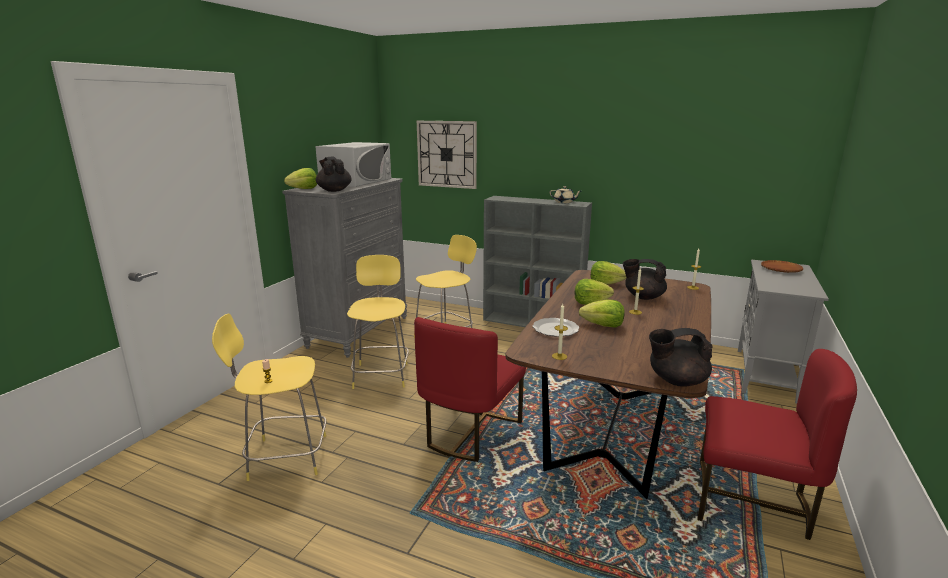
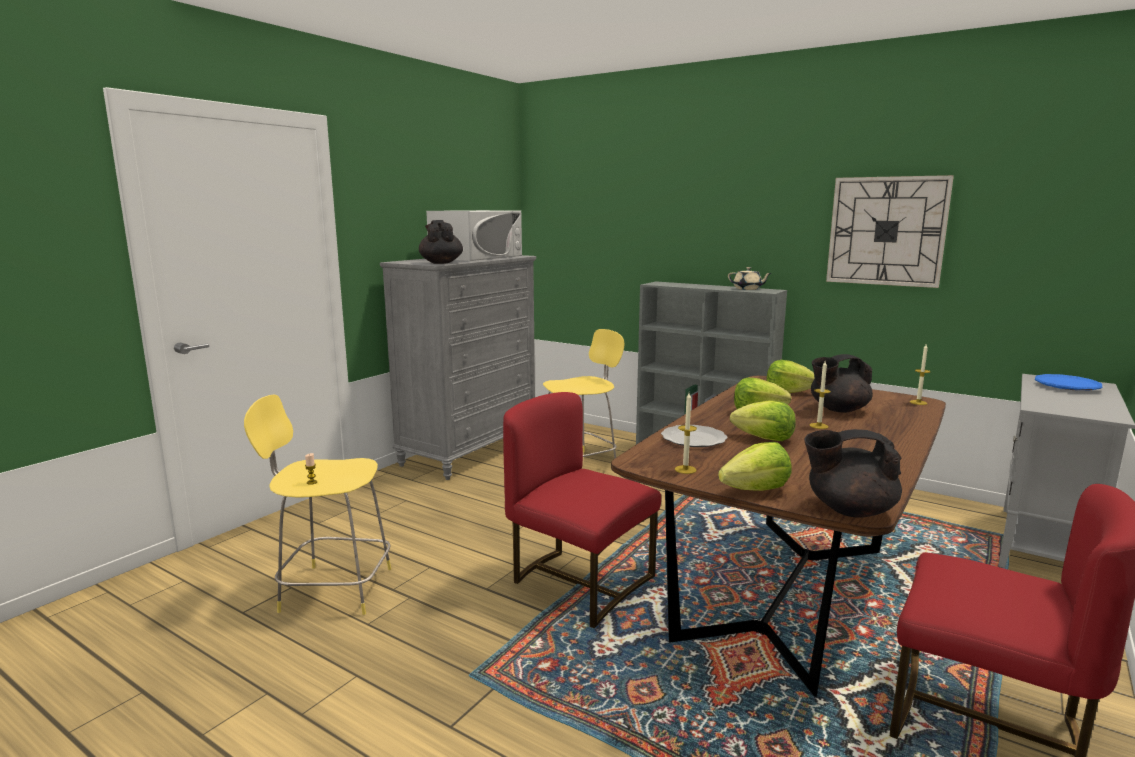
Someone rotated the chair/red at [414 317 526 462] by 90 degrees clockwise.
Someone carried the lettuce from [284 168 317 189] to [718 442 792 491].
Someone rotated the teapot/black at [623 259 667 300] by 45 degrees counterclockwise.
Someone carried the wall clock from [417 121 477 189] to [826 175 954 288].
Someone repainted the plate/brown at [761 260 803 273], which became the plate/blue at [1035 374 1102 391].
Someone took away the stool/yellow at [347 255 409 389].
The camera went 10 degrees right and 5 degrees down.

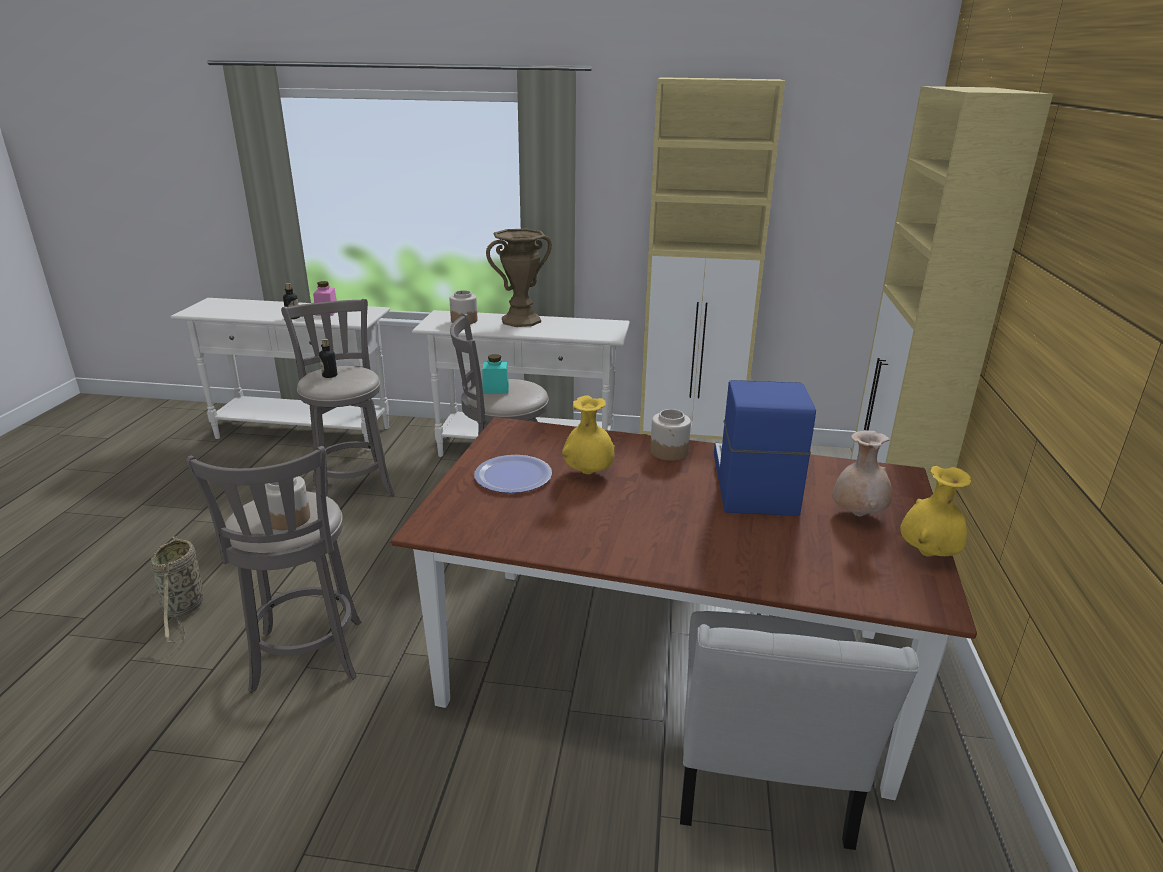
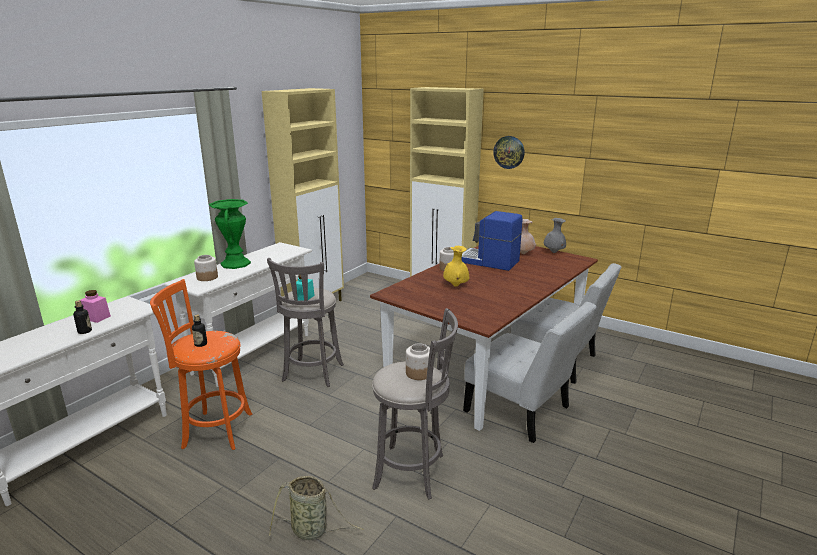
Someone repainted the stool/grey at [281 299 395 496], which became the stool/orange at [150 279 252 450].
Someone repainted the vase/brown at [486 229 552 327], which became the vase/green at [209 199 251 269].
Someone put down the chair/white at [463 302 597 443].
Someone put up the wall clock at [493 136 525 169].
Someone repainted the vase/yellow at [900 466 971 557], which became the vase/grey at [544 218 566 253].
Someone took away the plate at [474 455 552 493].
The camera went 65 degrees left and 5 degrees down.

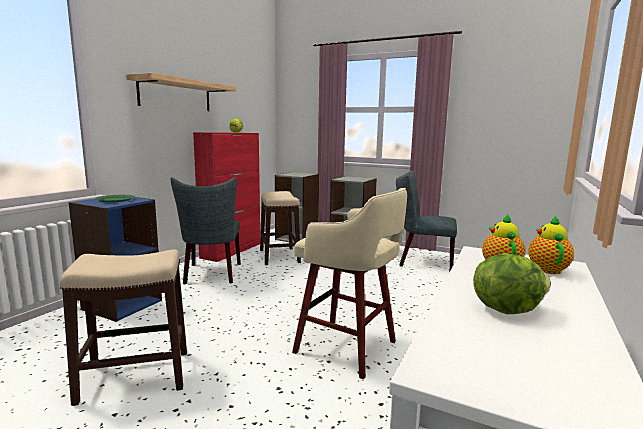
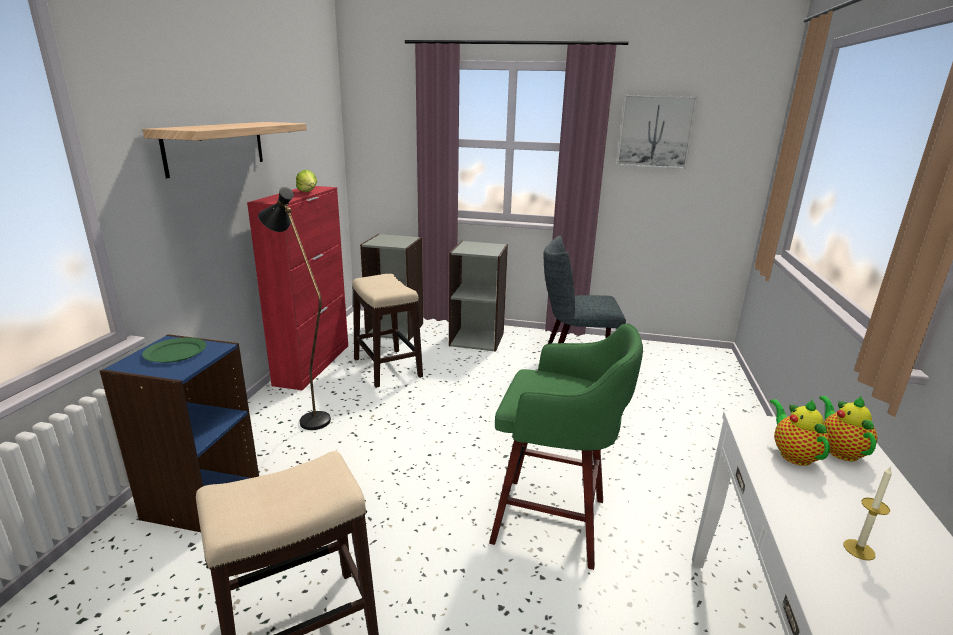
Someone swapped the chair/grey at [171 177 241 285] for the floor lamp/black at [258 187 331 430].
Someone repainted the stool/beige at [292 188 407 379], which became the stool/green at [489 323 643 570].
Someone put up the picture at [617 95 697 169].
Someone swapped the lettuce at [473 253 551 314] for the candle at [843 466 892 561].
The camera went 15 degrees left and 10 degrees up.

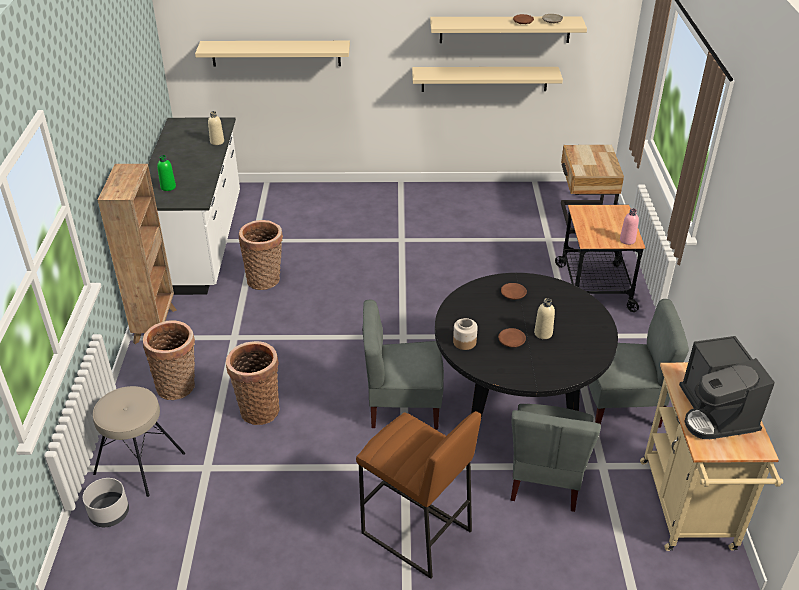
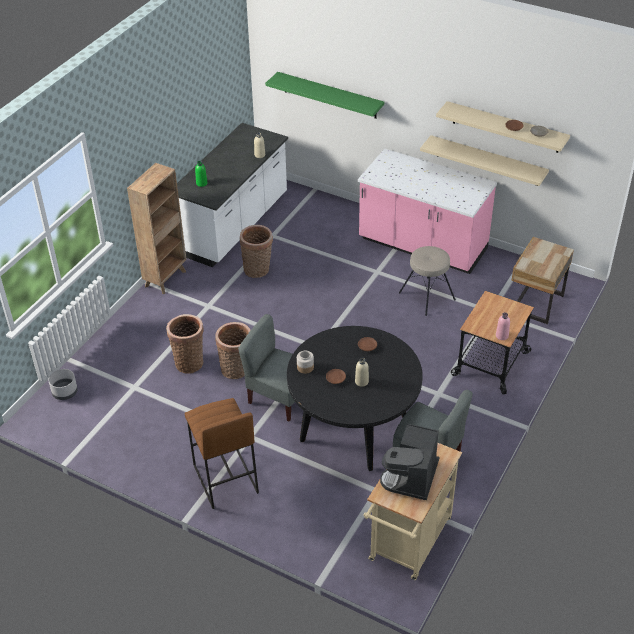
Someone carried the basket from [143 320 195 400] to [215 322 251 379].
Someone repainted the shelf/beige at [195 41 350 67], which became the shelf/green at [265 72 384 119].
Someone put down the counter/pink at [358 149 497 274].
Someone carried the stool/beige from [93 386 185 497] to [399 246 456 316].
Someone took away the chair/grey at [510 404 601 512].
The camera went 30 degrees right and 5 degrees up.

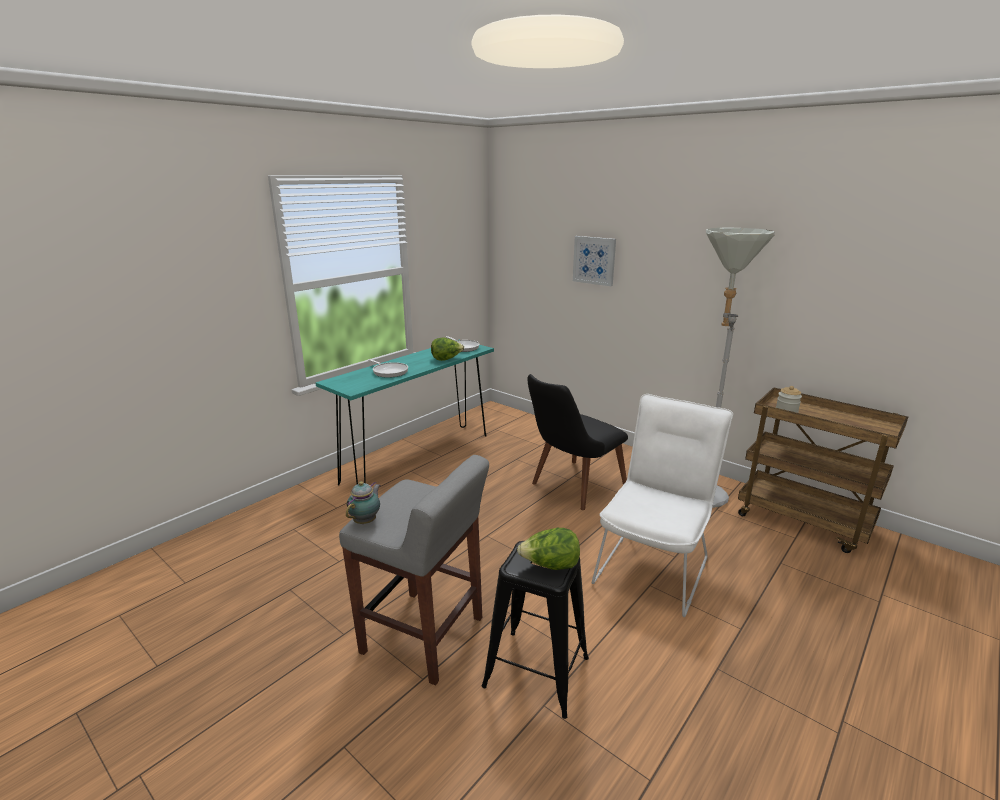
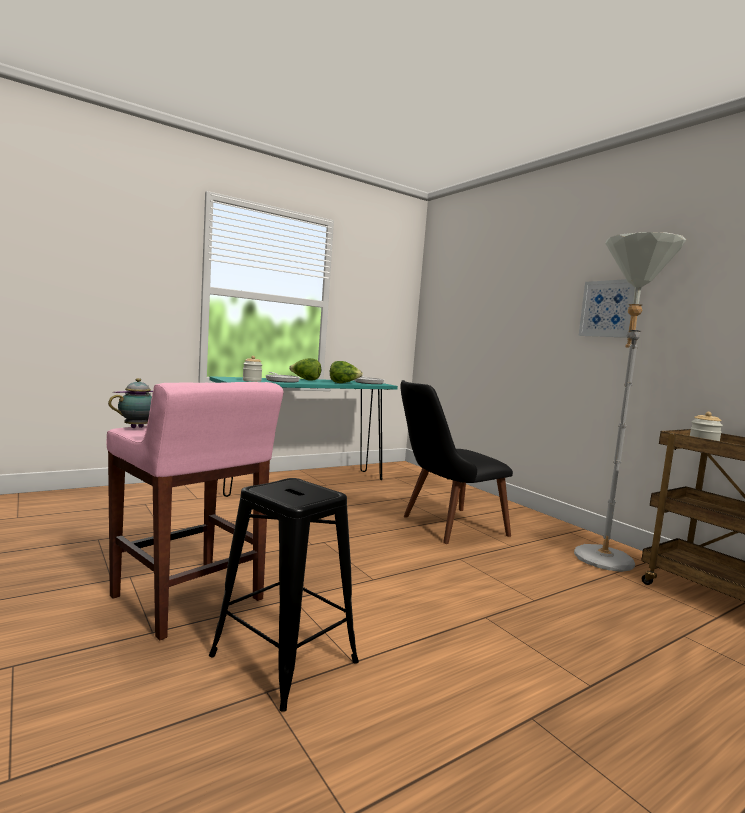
Someone repainted the stool/grey at [339 455 489 686], which became the stool/pink at [107 382 284 640].
Someone put down the jar at [243 356 262 382].
Someone carried the lettuce from [517 528 580 570] to [289 358 321 381].
Someone carried the picture from [573 236 616 286] to [578 279 635 338].
Someone took away the chair/white at [592 394 733 617].
The camera went 15 degrees right and 15 degrees down.

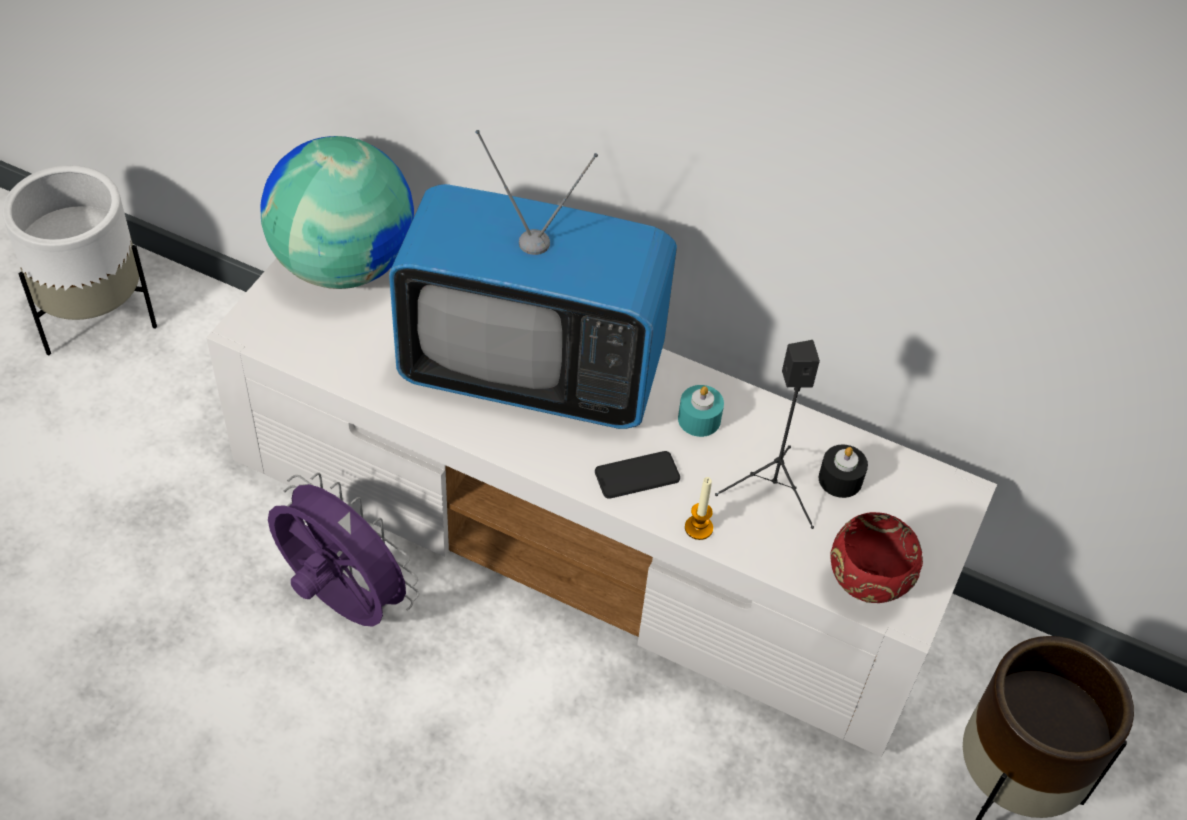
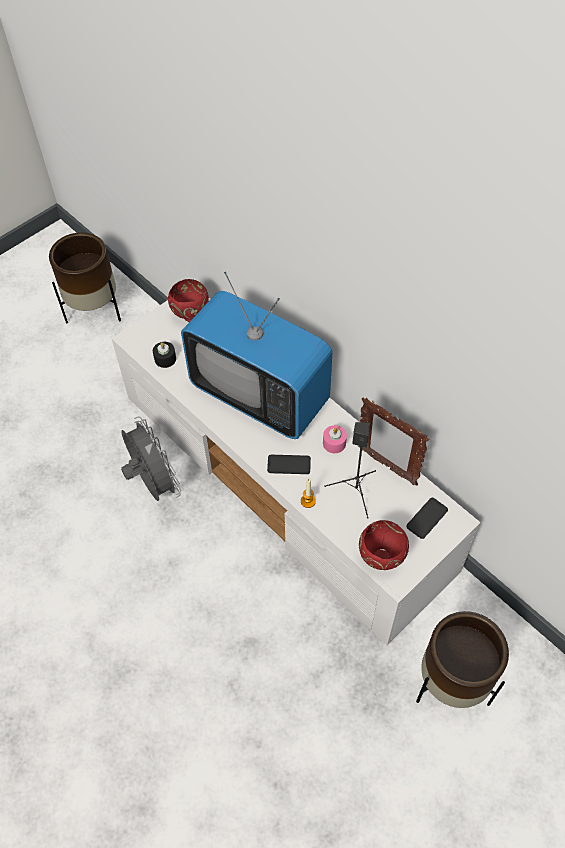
Someone repainted the planter/white at [3 165 157 355], which became the planter/brown at [49 232 121 323].
Someone repainted the fan/purple at [268 473 419 627], which became the fan/grey at [121 417 181 501].
Someone carried the candle/black from [819 445 868 498] to [153 342 176 368].
Someone swapped the globe at [261 136 414 289] for the bowl/red at [168 279 209 322].
Someone repainted the candle/turquoise at [678 385 724 437], which became the candle/pink at [323 425 347 453].
Someone put down the picture frame at [358 398 429 486].
Someone put down the phone at [406 498 448 539].
The camera went 25 degrees right and 5 degrees up.

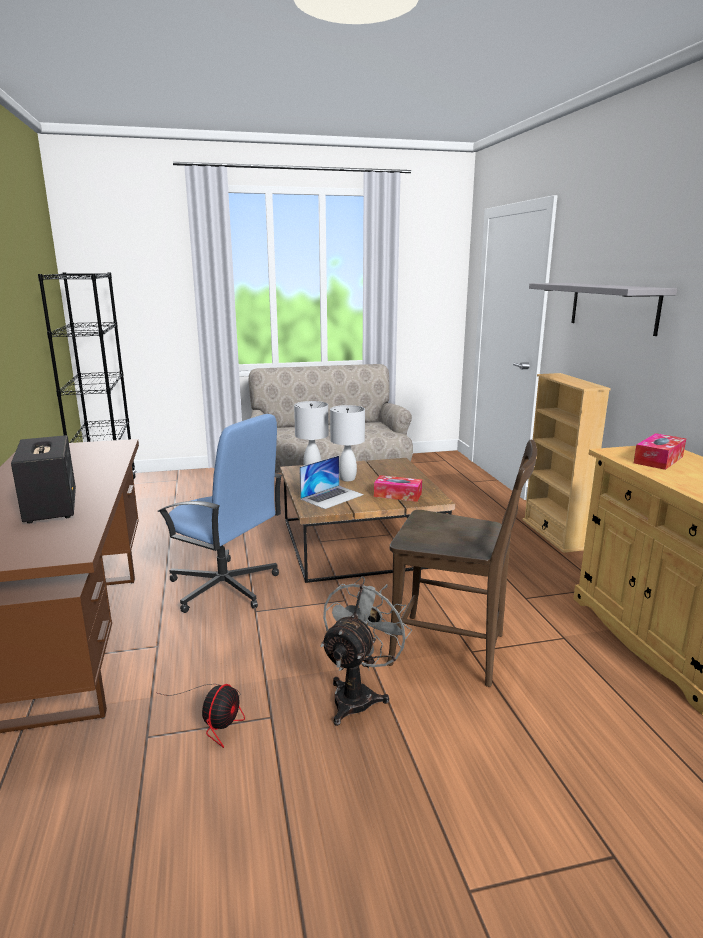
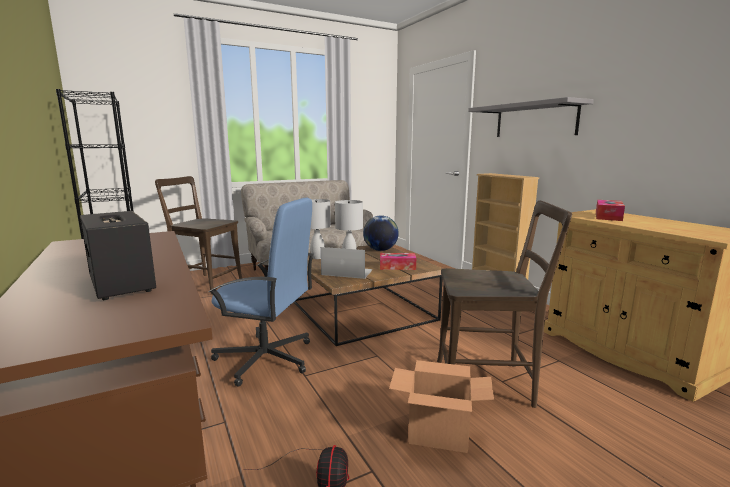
Someone put down the chair/brown at [155 176 242 295].
Someone rotated the laptop at [299 455 364 509] by 105 degrees counterclockwise.
Someone put down the globe at [363 215 399 251].
Someone swapped the fan/grey at [320 576 412 726] for the cardboard box at [389 360 494 453].
The camera went 15 degrees left and 5 degrees down.

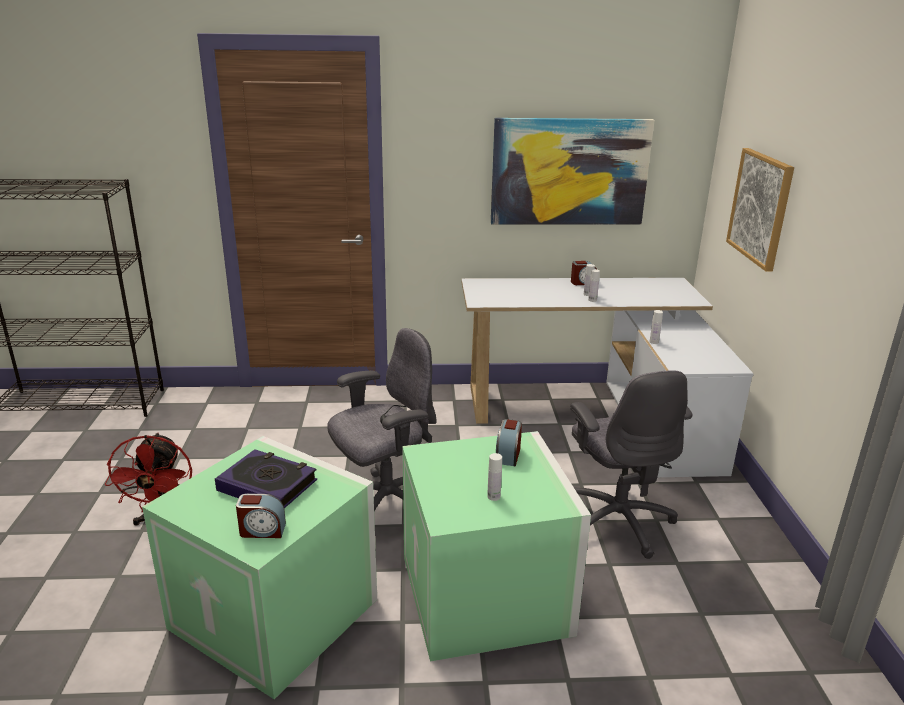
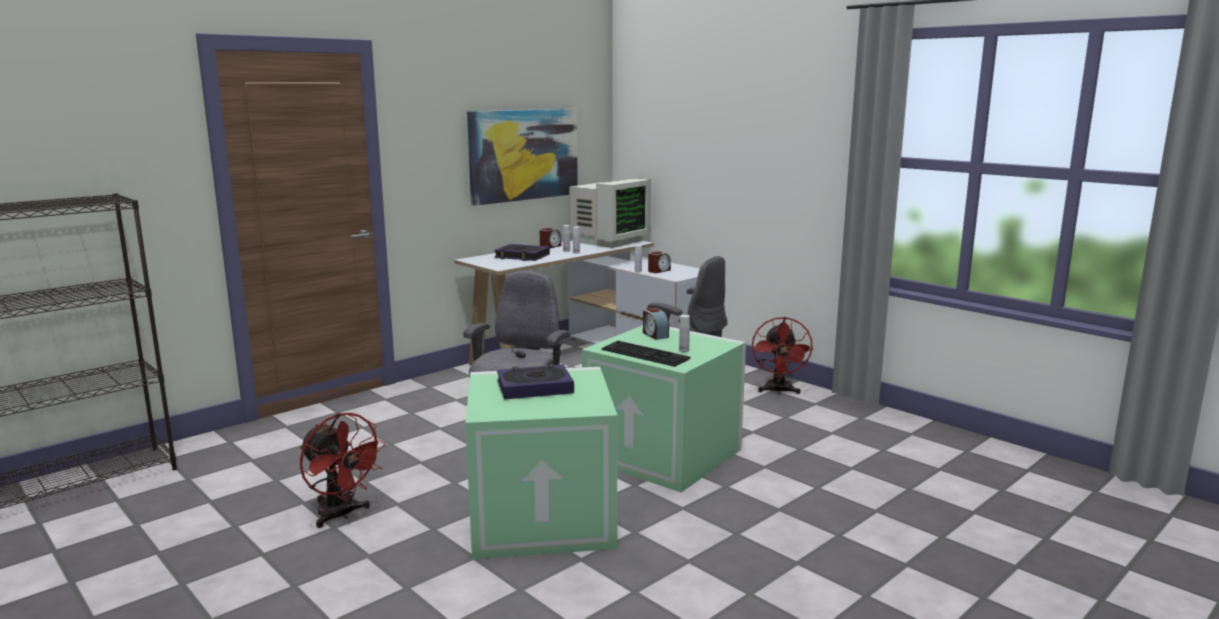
Someone put down the book at [494 244 550 261].
Someone put down the monitor at [569 178 651 248].
Someone put down the keyboard at [601 341 690 367].
Someone carried the alarm clock from [236 494 286 538] to [648 251 671 273].
Someone put down the fan/red at [752 317 813 394].
Someone took away the picture at [726 148 794 272].
The camera went 40 degrees left and 10 degrees down.

